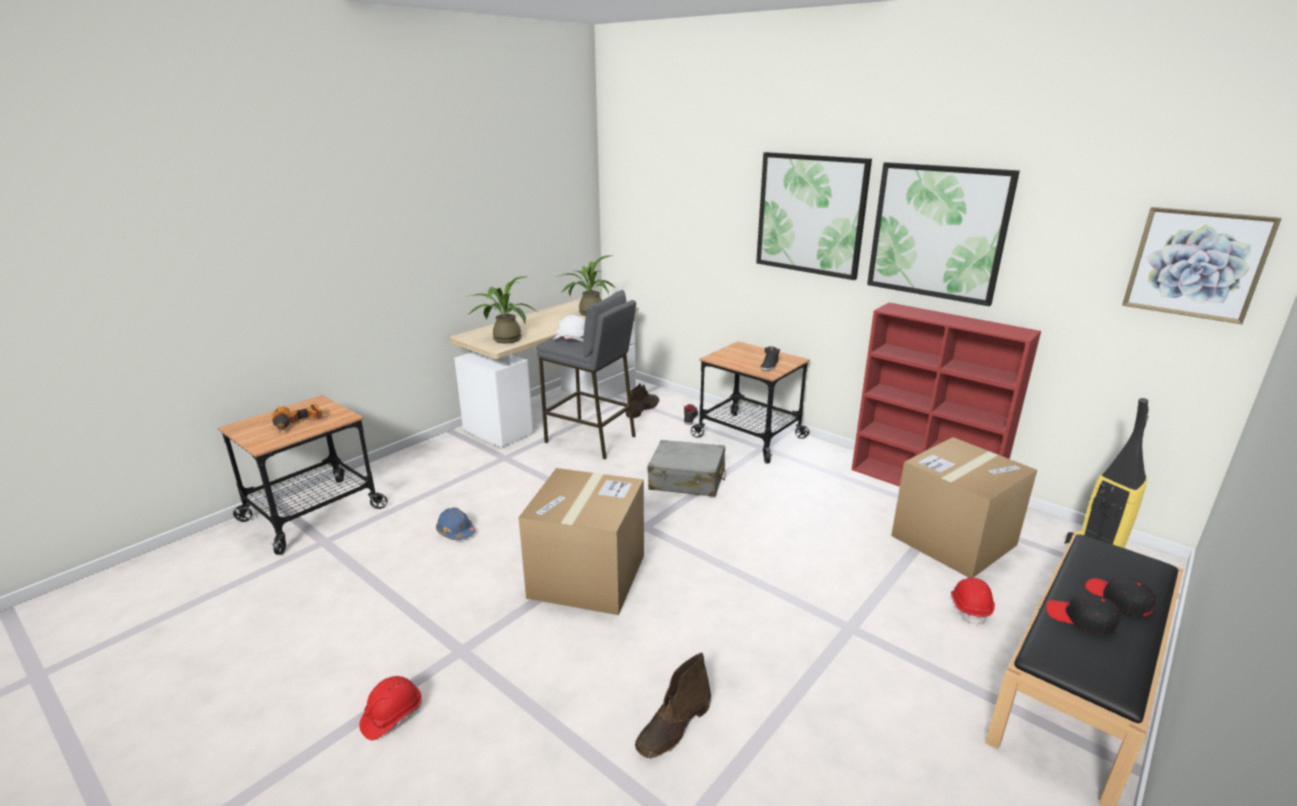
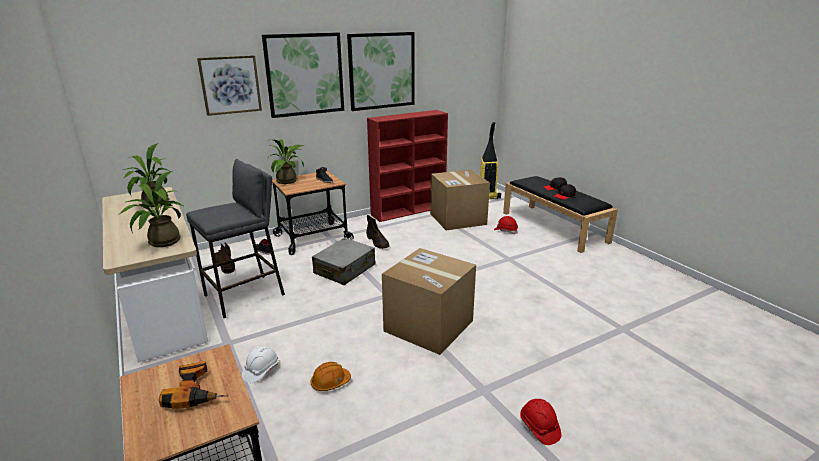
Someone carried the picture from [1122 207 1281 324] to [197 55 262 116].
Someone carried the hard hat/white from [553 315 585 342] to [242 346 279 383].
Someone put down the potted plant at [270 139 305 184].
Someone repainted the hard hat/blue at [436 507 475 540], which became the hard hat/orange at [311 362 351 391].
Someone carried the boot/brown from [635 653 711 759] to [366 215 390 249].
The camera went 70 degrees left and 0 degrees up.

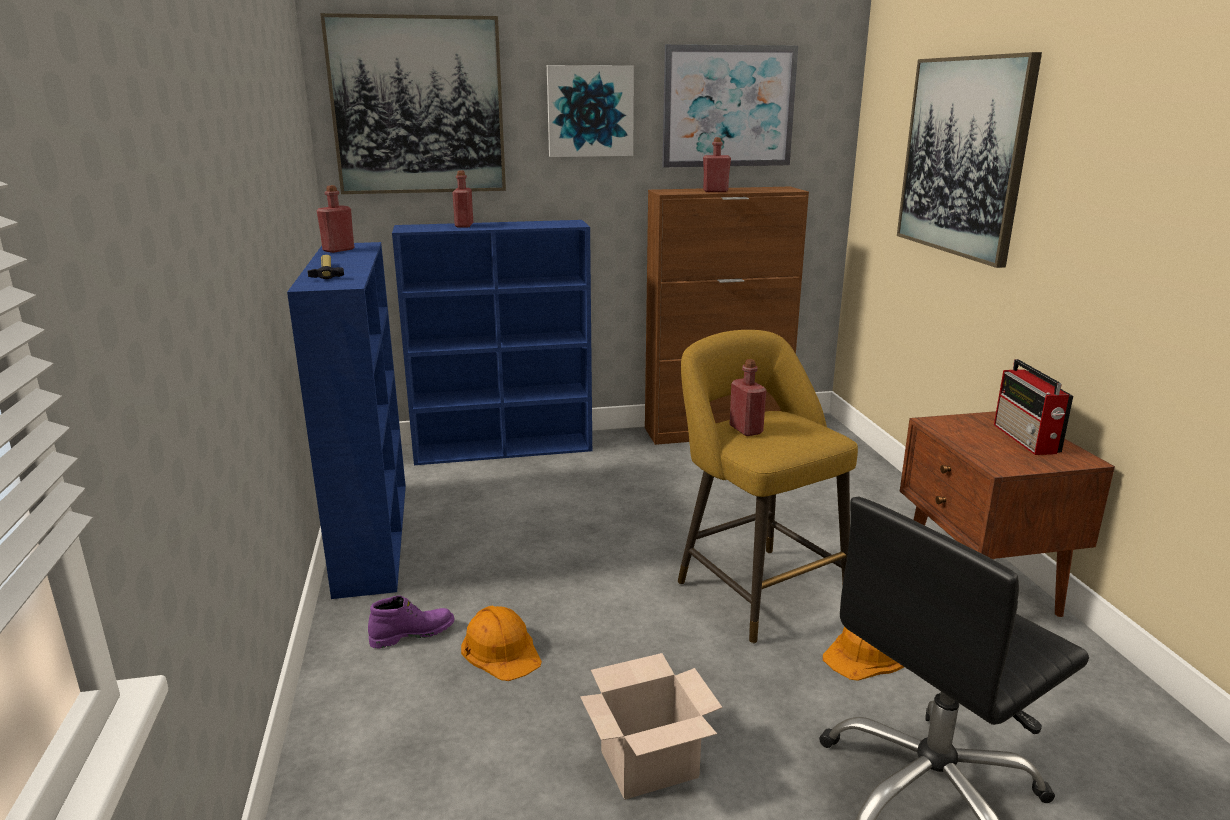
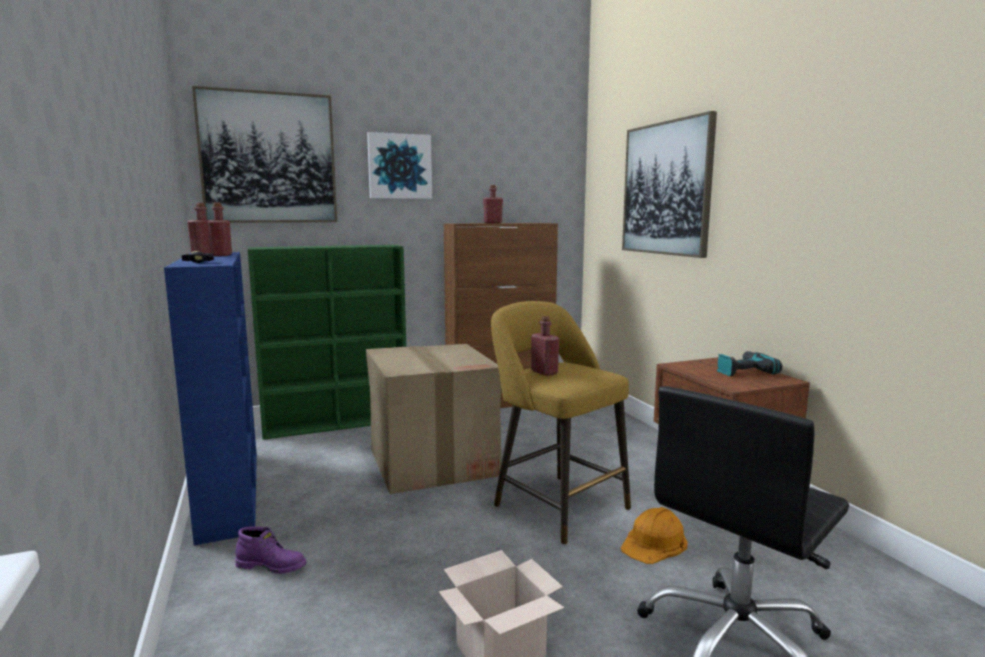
Someone carried the bottle/red from [452 170 473 227] to [208 202 232 256].
Someone rotated the boot/purple at [368 595 455 649] by 45 degrees clockwise.
Someone repainted the bookcase/blue at [392 220 592 465], which became the bookcase/green at [248 245 406 440].
Someone put down the cardboard box at [366 344 501 494].
Someone swapped the radio at [994 359 1073 455] for the power drill at [717 351 782 376].
Someone took away the hard hat/orange at [461 606 542 681].
Someone took away the picture at [662 44 798 168].
The camera went 10 degrees left and 10 degrees down.

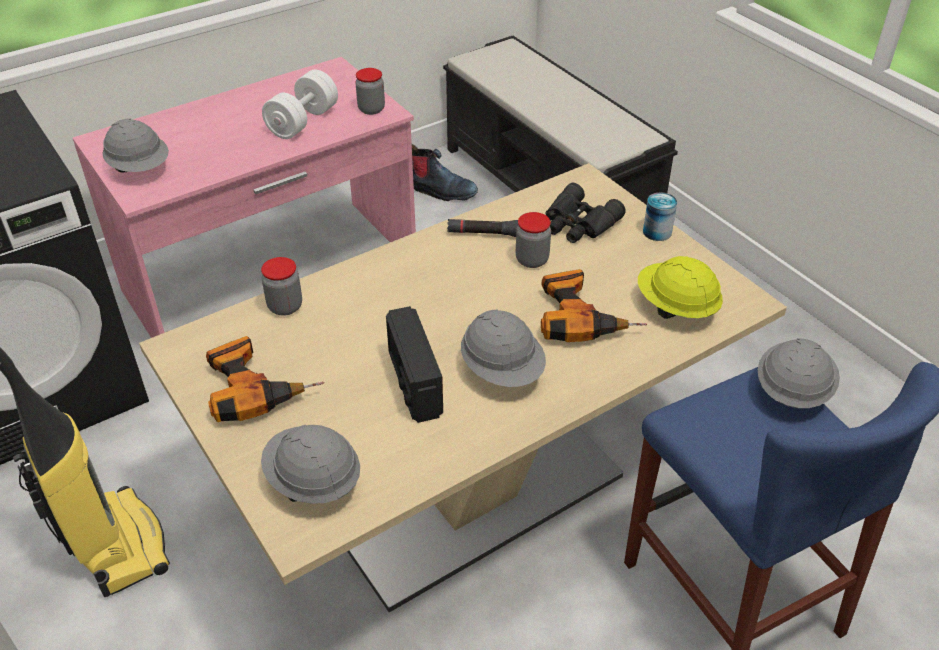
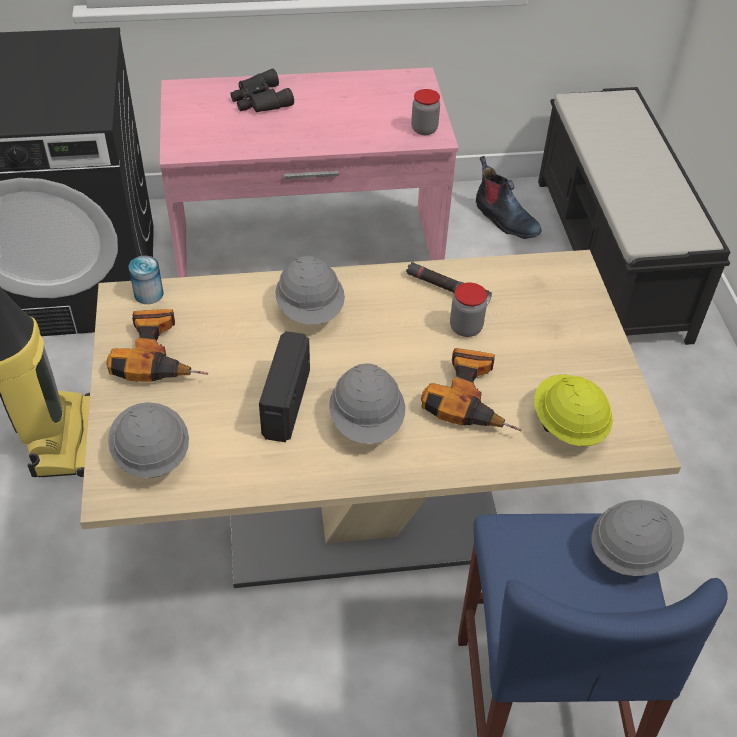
Someone carried the can from [643 192 677 241] to [129 256 164 304].
Someone carried the binoculars/black from [545 183 626 243] to [230 69 294 112].
Someone carried the hard hat/grey from [102 119 169 173] to [275 256 345 325].
Someone took away the jar at [261 257 302 316].
Someone took away the dumbbell/white at [262 70 338 139].
The camera went 25 degrees right and 5 degrees up.

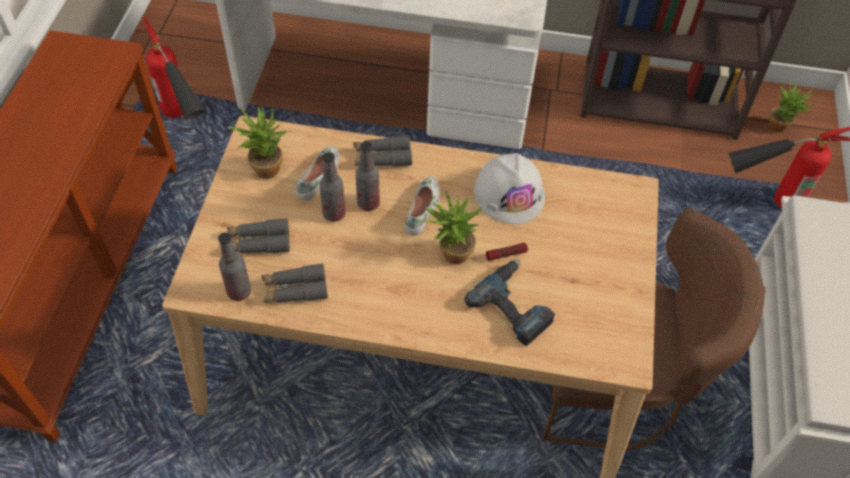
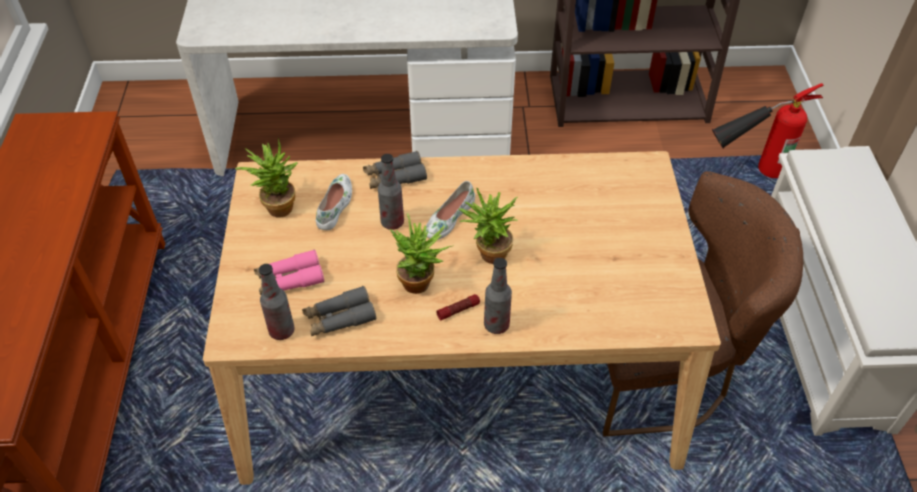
Someone repainted the binoculars/grey at [227 218 290 253], which became the binoculars/pink at [254 250 324 295].
Someone carried the potted plant from [769 79 819 132] to [390 213 454 294].
Someone rotated the shoe/white at [404 176 440 235] by 150 degrees counterclockwise.
Someone carried the flashlight from [486 243 528 261] to [436 294 480 320].
Someone carried the bottle from [319 152 345 222] to [484 258 512 334].
Someone took away the fire extinguisher at [143 17 205 120].
Someone took away the power drill at [464 259 555 346].
Someone took away the hard hat/white at [474 153 545 224].
The camera went 10 degrees left and 5 degrees down.

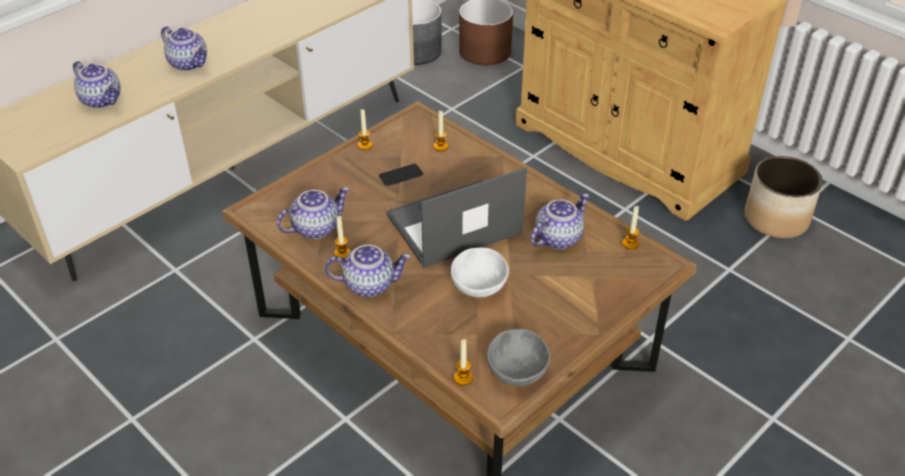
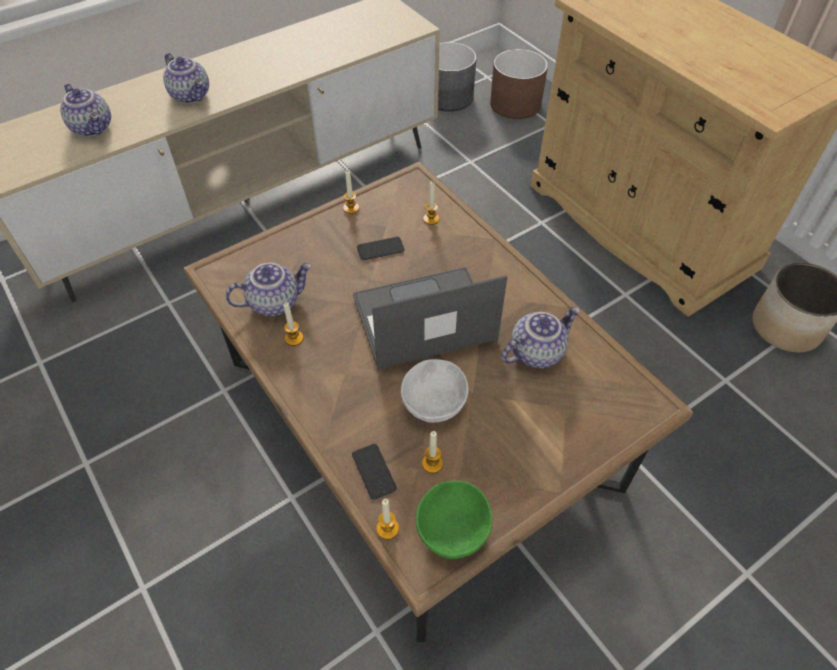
Someone put down the phone at [352 444 397 500].
Someone repainted the bowl/grey at [487 329 550 386], which became the bowl/green at [416 481 492 559].
Someone carried the candle from [622 206 639 249] to [422 431 443 473].
Someone took away the teapot at [325 245 411 297].
The camera went 10 degrees right and 10 degrees up.

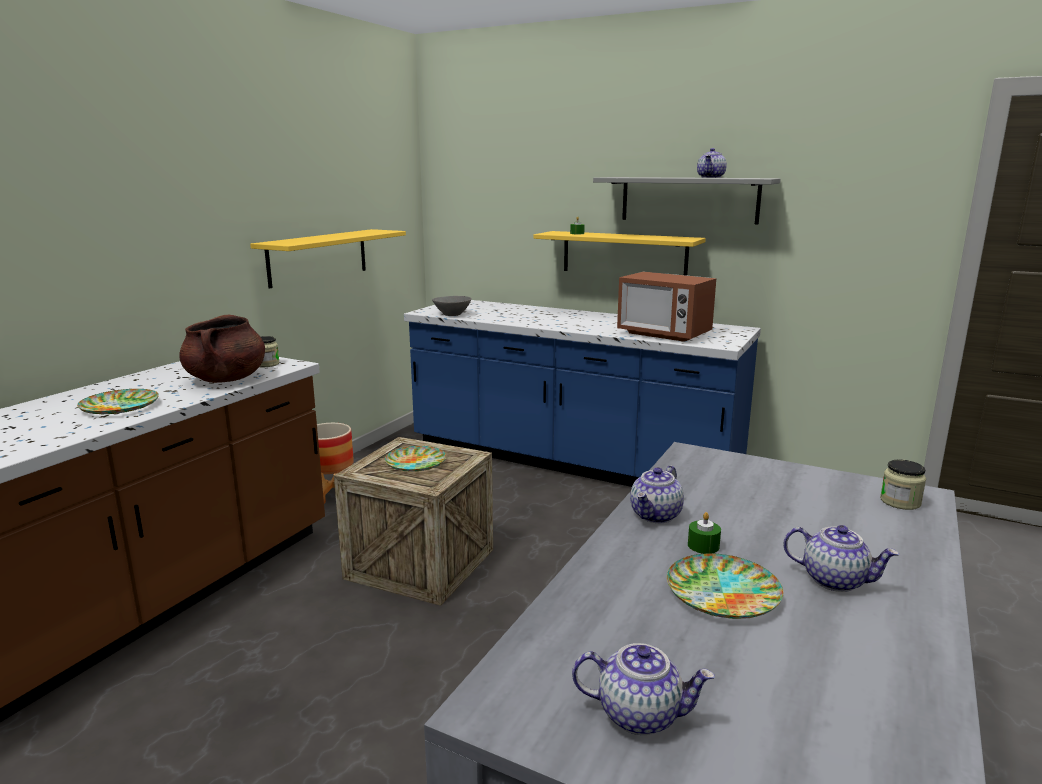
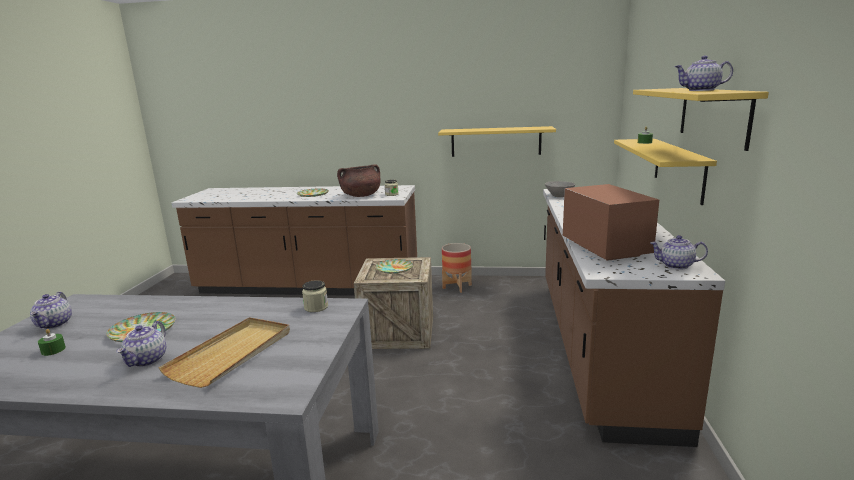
Someone carried the candle/green from [688 512 721 554] to [38 329 66 356].
Someone put down the tray/beige at [158 317 290 388].
Someone carried the jar from [880 459 926 510] to [302 280 328 312].
Someone repainted the counter/blue at [404 300 761 487], which became the counter/brown at [543 189 725 447].
Someone rotated the microwave at [617 272 716 342] by 150 degrees clockwise.
Someone repainted the shelf/grey at [593 177 781 224], which became the shelf/yellow at [633 88 769 151].
Someone carried the teapot from [630 465 684 523] to [650 235 708 270].
The camera went 70 degrees right and 0 degrees up.

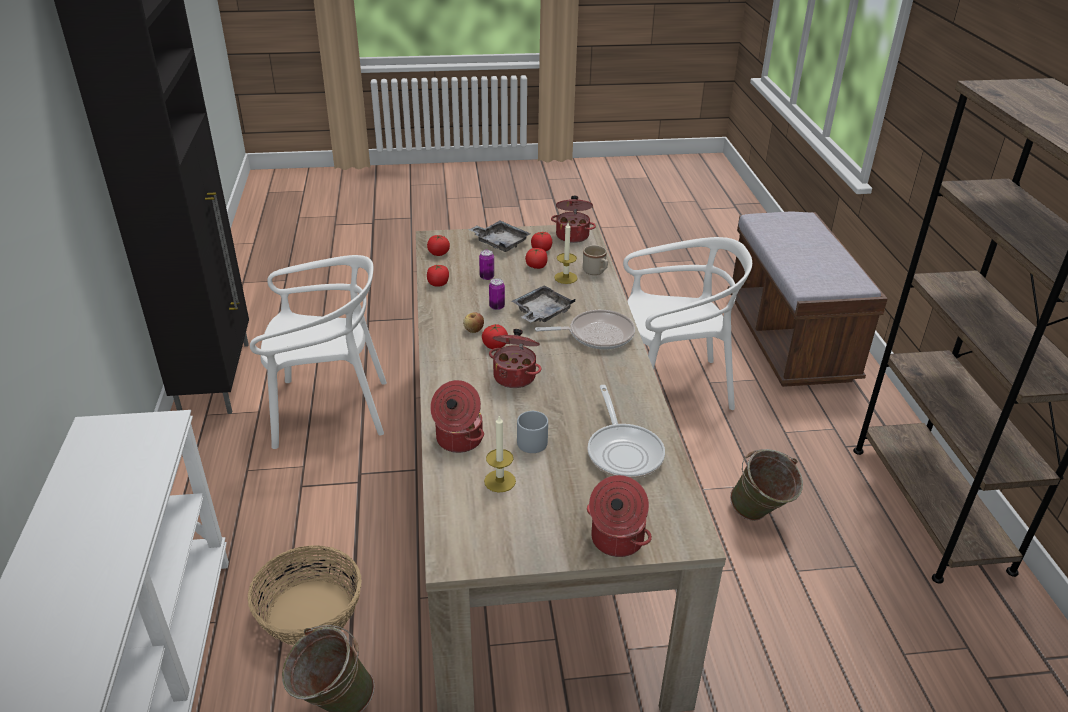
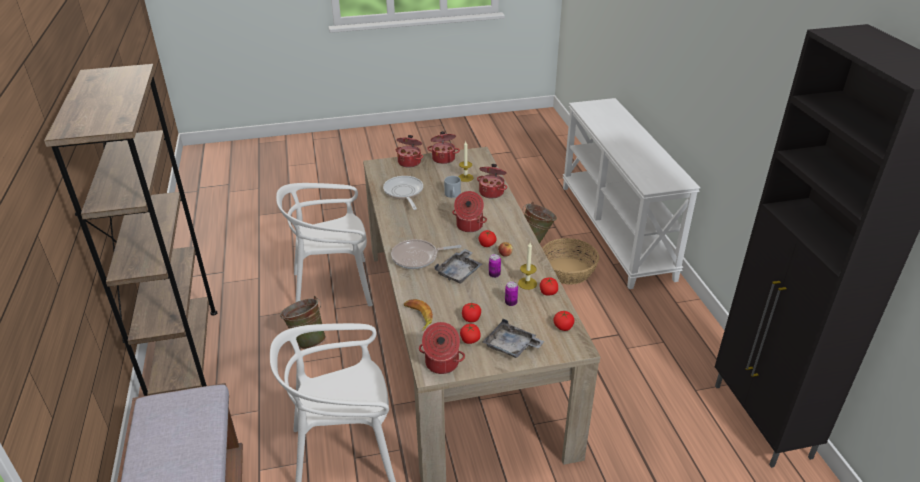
Someone carried the chair/white from [250 255 387 449] to [276 183 373 306].
Someone swapped the mug/beige at [583 245 608 275] for the banana at [404 299 433 331].
Someone put down the cooking pot at [427 131 460 164].
Someone carried the candle from [554 223 578 284] to [518 243 537 290].
The camera went 175 degrees right and 0 degrees up.

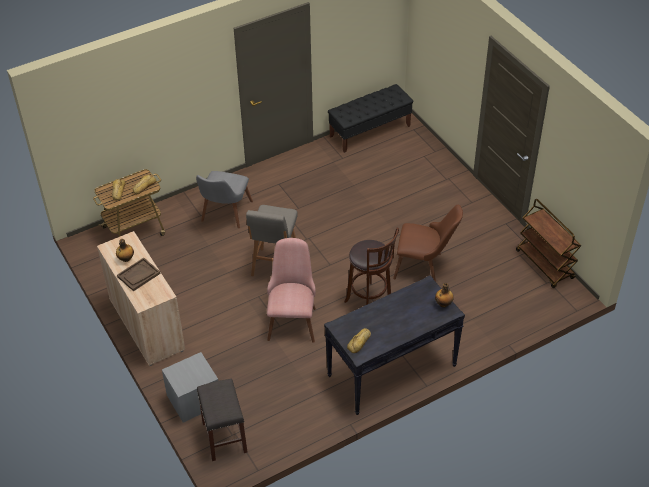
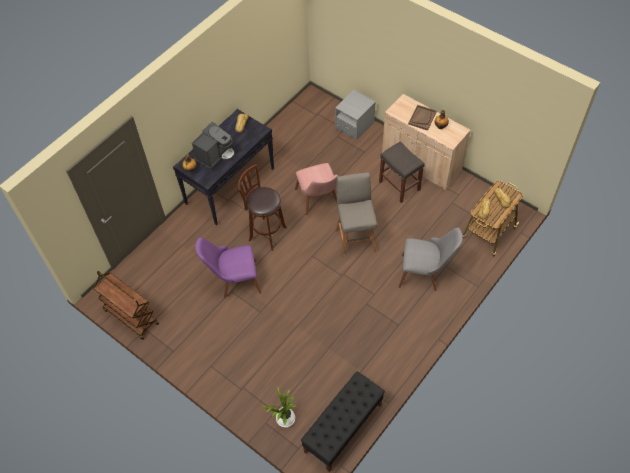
Someone put down the coffee machine at [192 122 235 170].
Someone repainted the chair/brown at [393 205 463 282], which became the chair/purple at [195 237 261 299].
Someone put down the potted plant at [262 387 296 427].
Someone carried the stool/grey from [197 378 247 461] to [379 141 425 203].
Someone rotated the chair/grey at [196 171 253 228] by 105 degrees clockwise.
The camera went 160 degrees right and 10 degrees up.

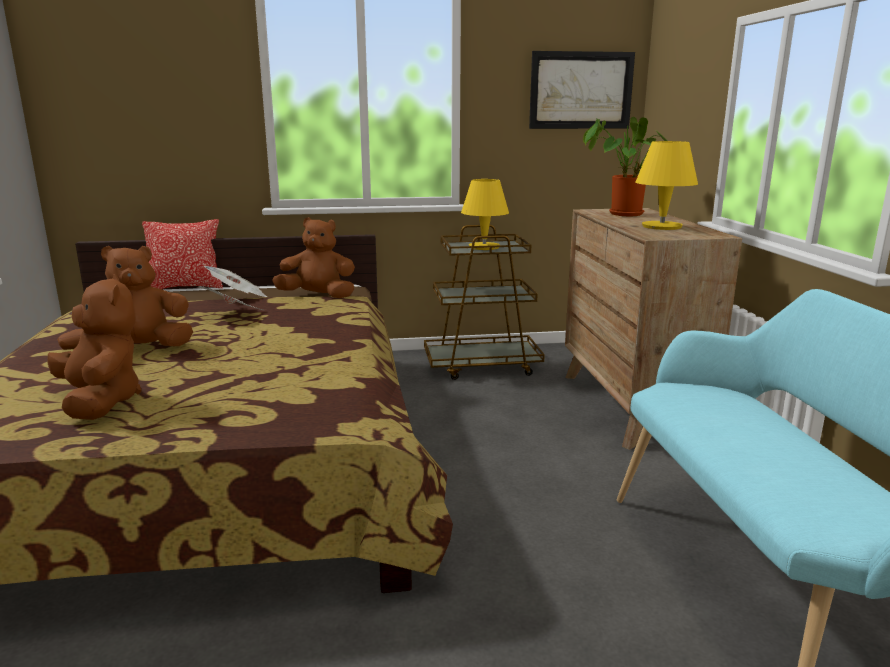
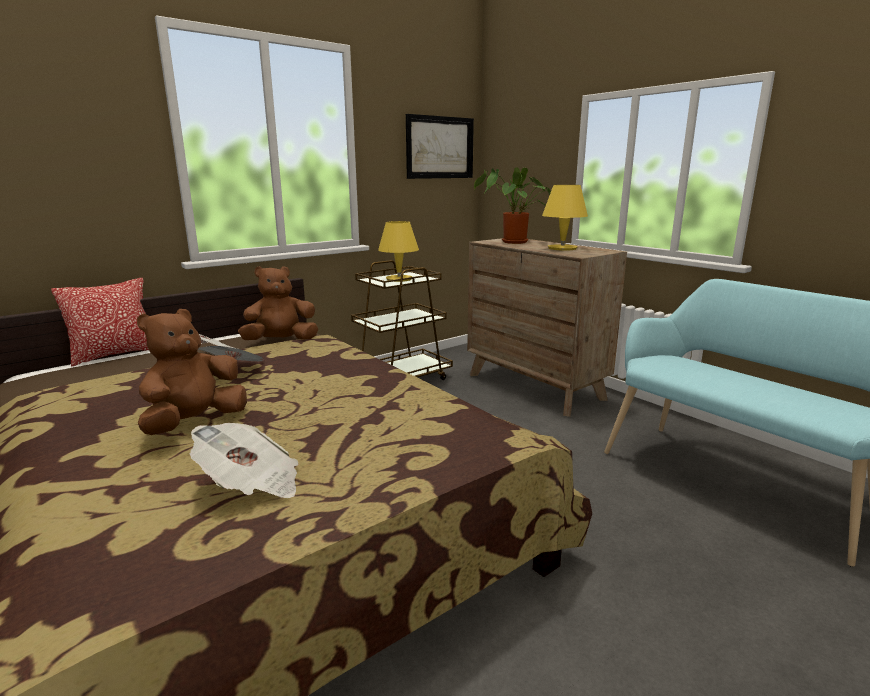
Someone swapped the plush toy/brown at [47 274 142 420] for the newspaper at [190 423 298 498].
The camera went 30 degrees left and 0 degrees up.

